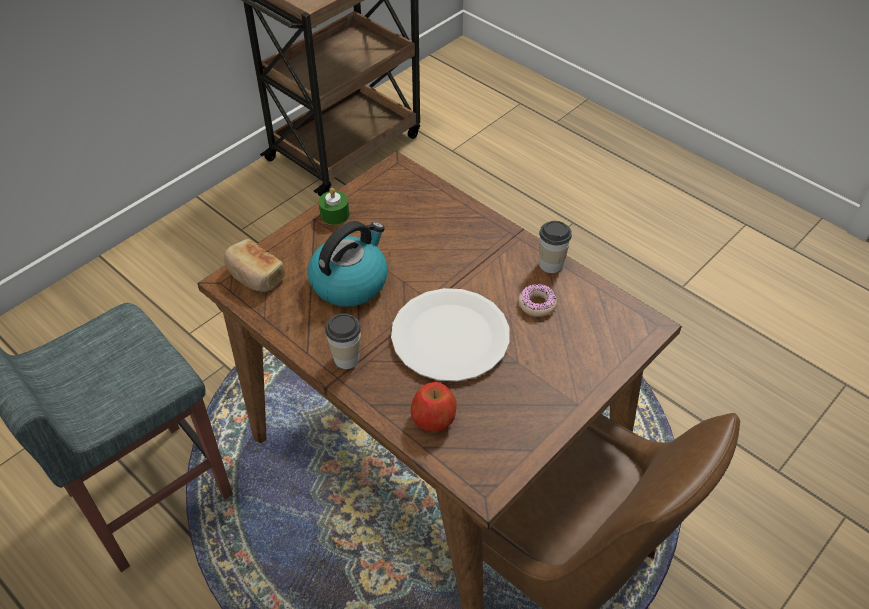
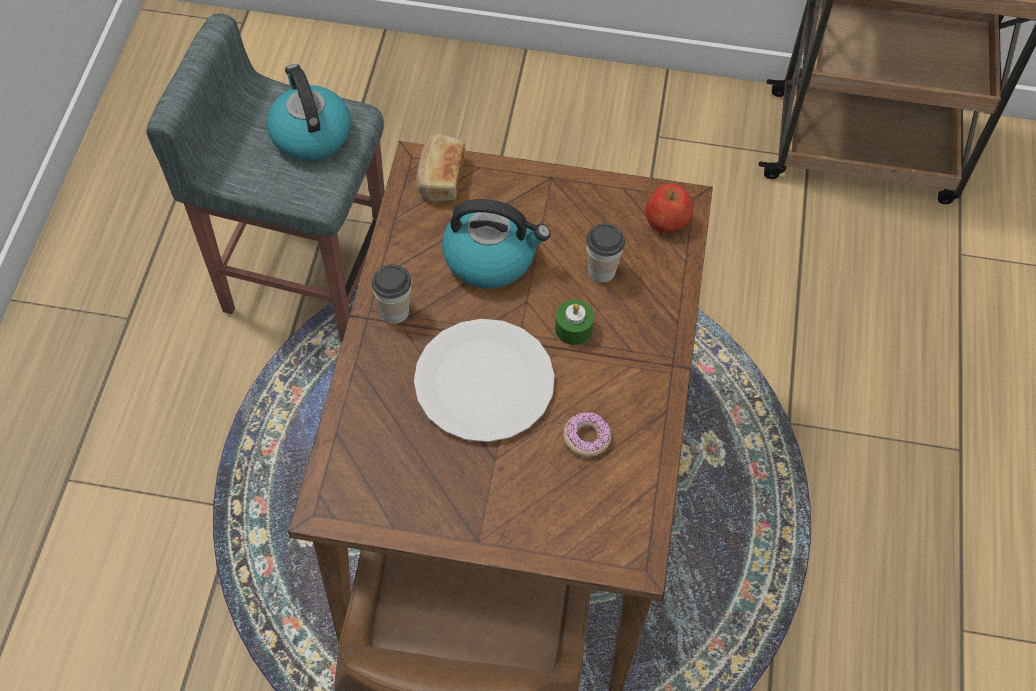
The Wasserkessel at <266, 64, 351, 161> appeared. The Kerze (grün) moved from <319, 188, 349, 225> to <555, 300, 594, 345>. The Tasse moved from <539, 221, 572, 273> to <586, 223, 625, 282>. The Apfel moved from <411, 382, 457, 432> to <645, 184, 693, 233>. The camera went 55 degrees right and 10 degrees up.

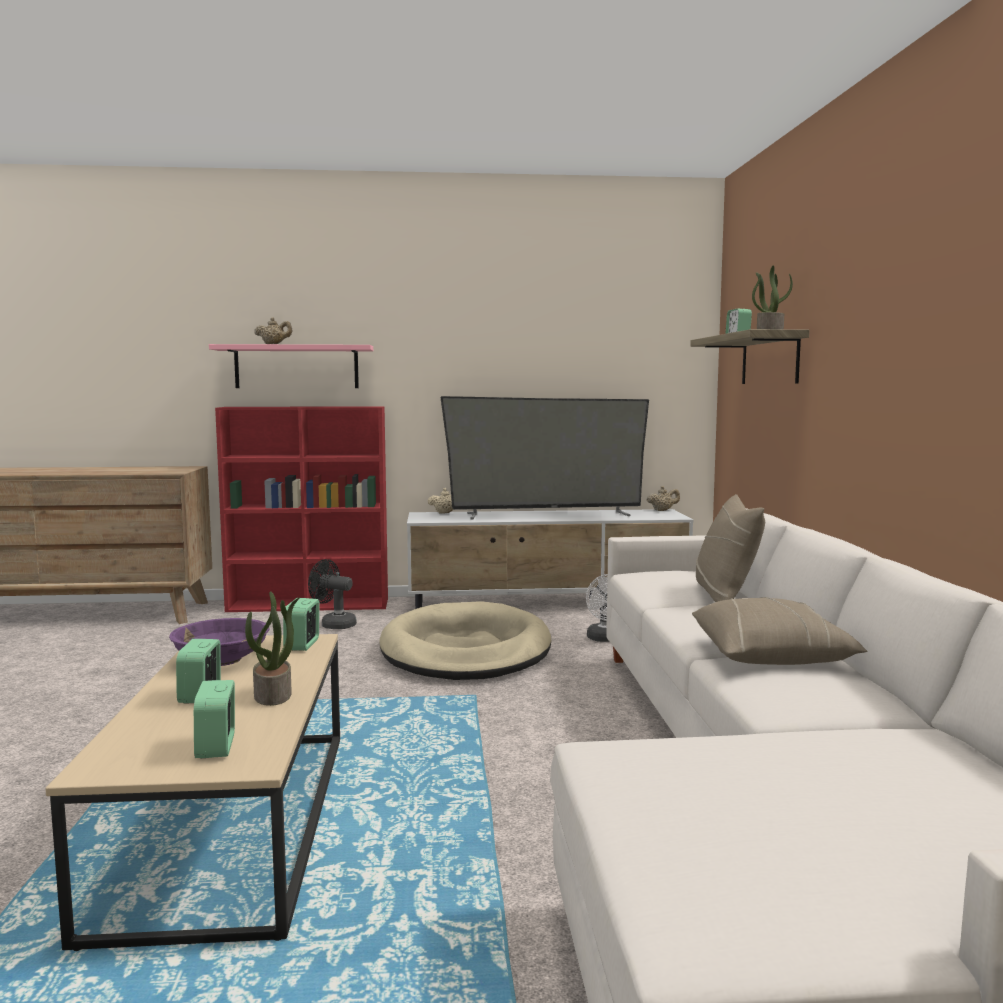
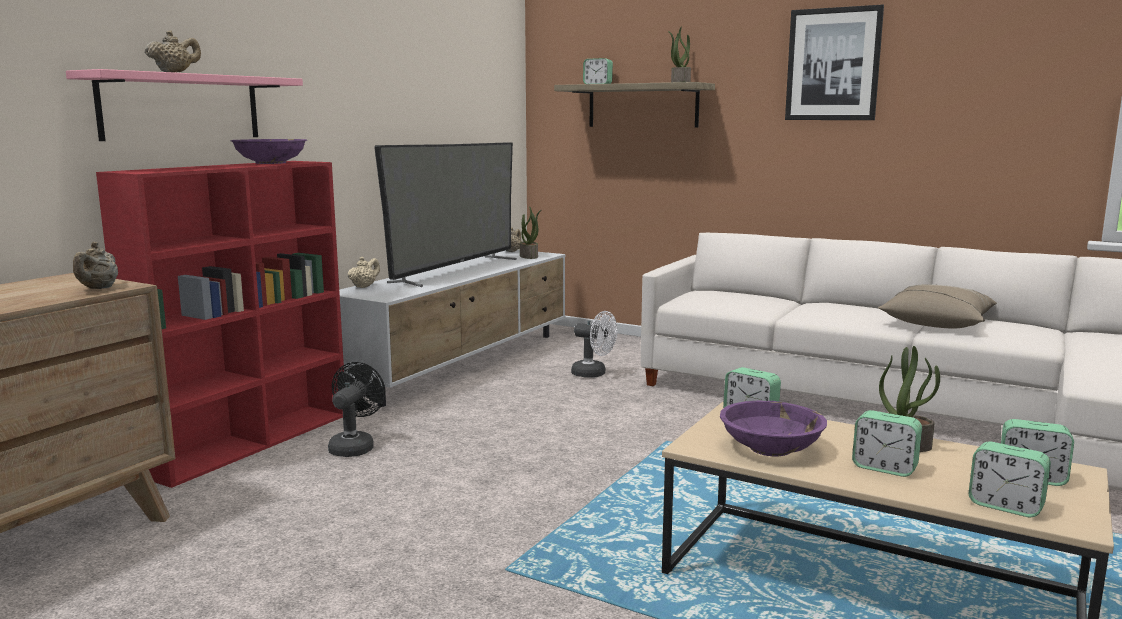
The Teekanne (beige) at <73, 242, 118, 289> appeared. The Schüssel (lila) at <230, 139, 307, 164> appeared. The Ventilator (schwarz) at <308, 559, 357, 629> turned 135 degrees clockwise. The Topfpflanze at <520, 206, 541, 259> appeared. The Bild at <785, 5, 884, 120> appeared. The Wecker at <969, 441, 1051, 517> appeared. The Hundebett (beige) at <379, 601, 551, 680> disappeared. The Kissen (beige) at <696, 494, 765, 602> disappeared. The camera went 55 degrees left and 5 degrees up.

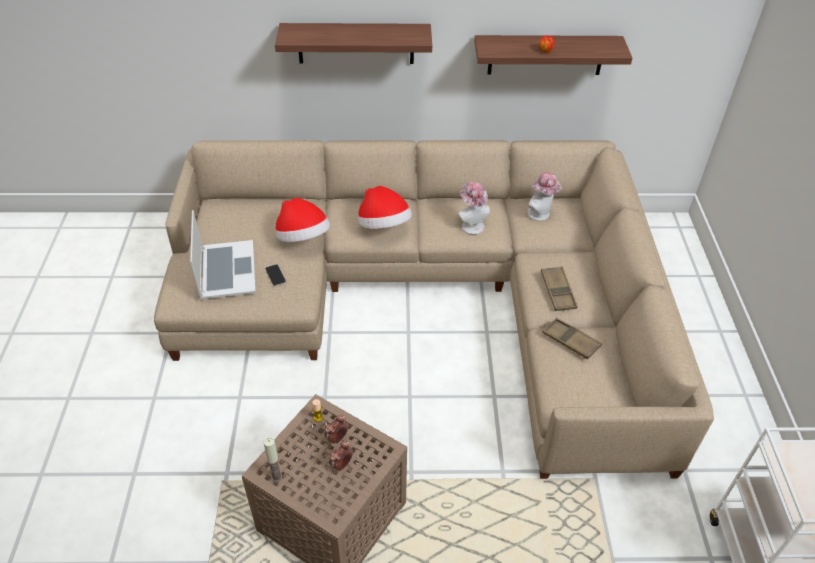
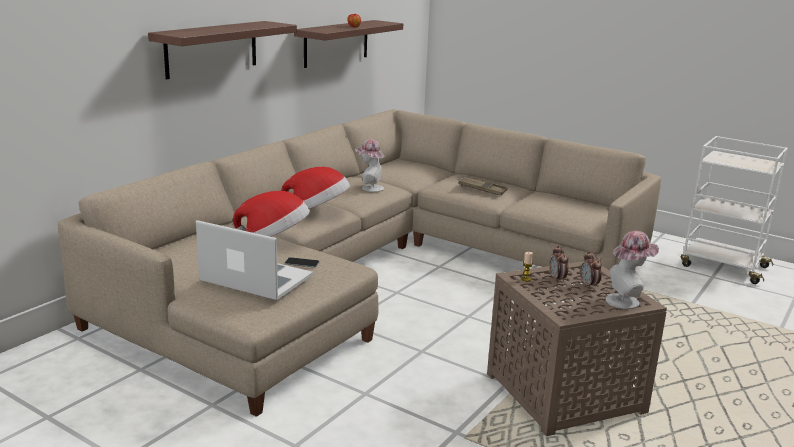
The Hut moved from <527, 172, 562, 221> to <606, 231, 659, 309>. The Kerze at <264, 437, 282, 482> disappeared. The Tablett (braun) at <542, 318, 602, 359> disappeared. The camera went 55 degrees left and 25 degrees down.

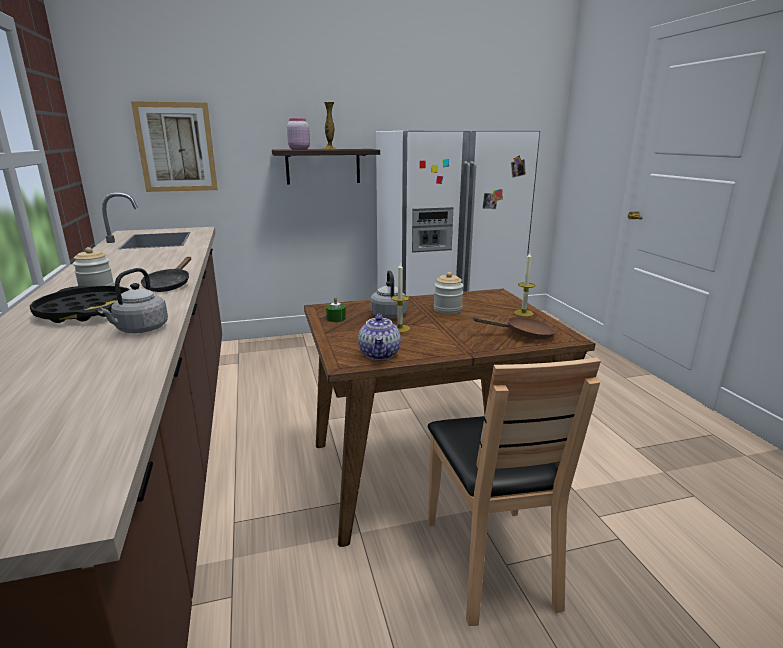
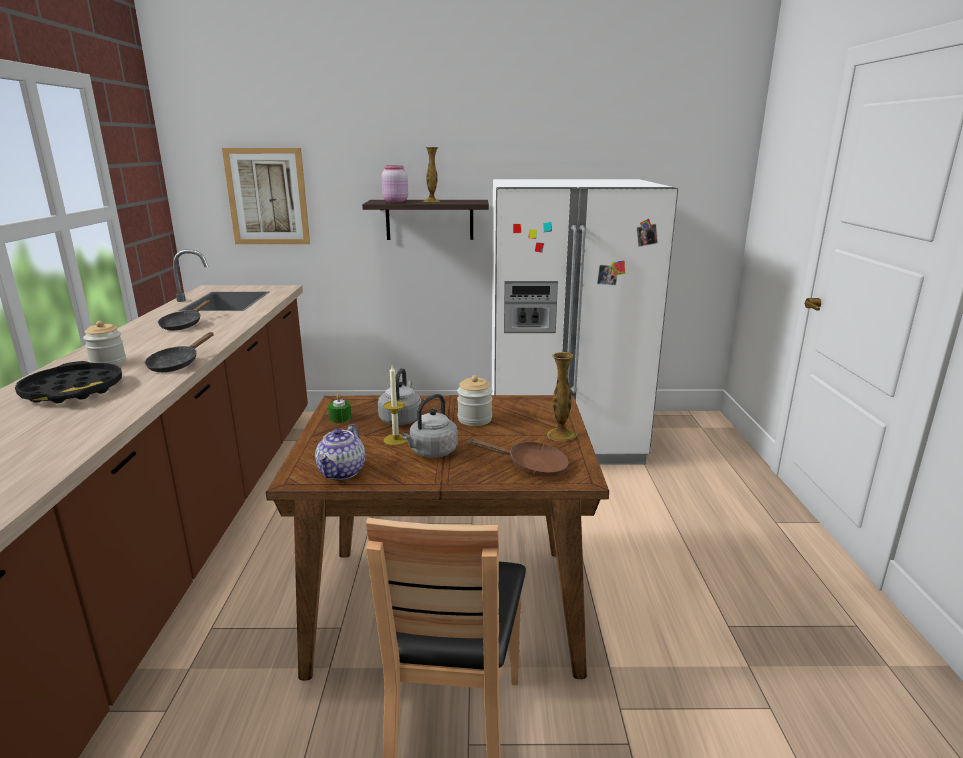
The Pfanne (schwarz) at <158, 300, 210, 330> appeared. The Wasserkessel (grau) moved from <98, 268, 168, 333> to <402, 394, 458, 458>. The Kerze at <514, 252, 535, 317> was replaced by the Vase at <547, 352, 577, 442>. The camera went 15 degrees right and 0 degrees up.

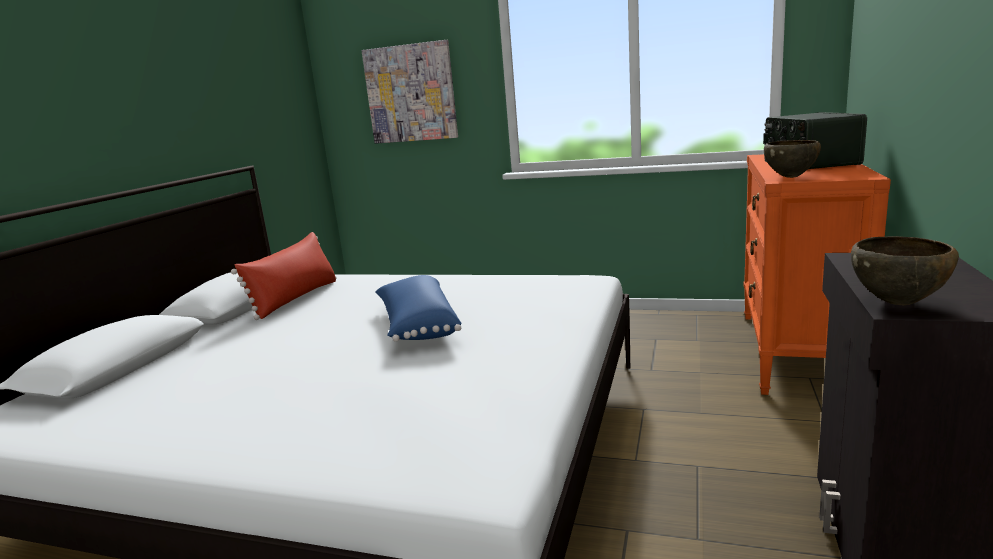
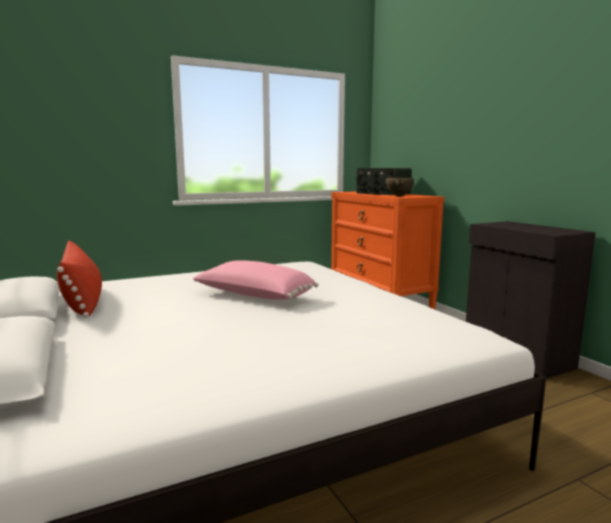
The Kissen (blau) at <375, 275, 461, 342> became the Kissen (rosa) at <193, 260, 319, 300>. The Bild at <362, 40, 458, 144> disappeared. The Schüssel (braun) at <851, 236, 959, 305> disappeared. The camera went 45 degrees left and 5 degrees down.

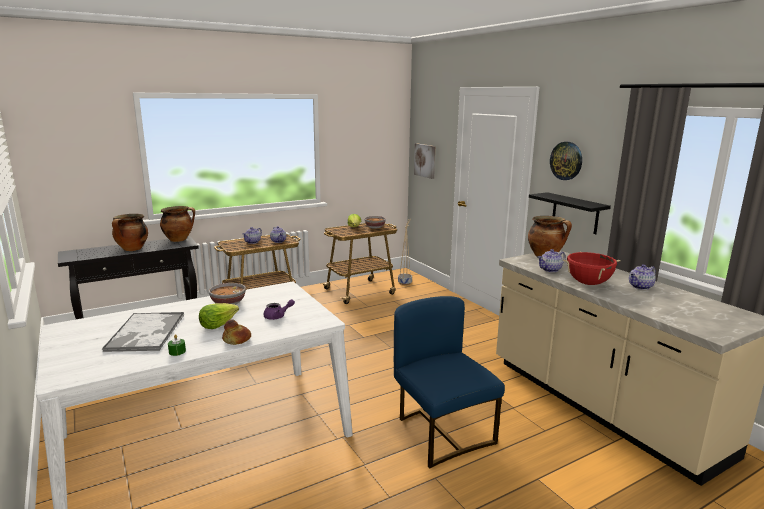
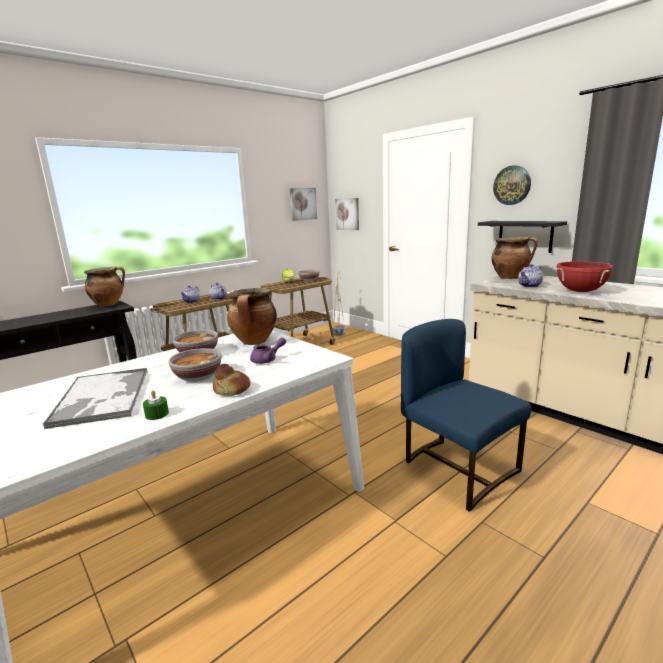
The Salatkopf at <199, 303, 239, 329> was replaced by the Schüssel at <168, 348, 221, 382>. The Kochtopf moved from <112, 214, 148, 251> to <227, 288, 277, 345>. The Bild at <290, 188, 317, 221> appeared. The Teekanne at <629, 264, 656, 290> disappeared. The camera went 10 degrees left and 0 degrees up.

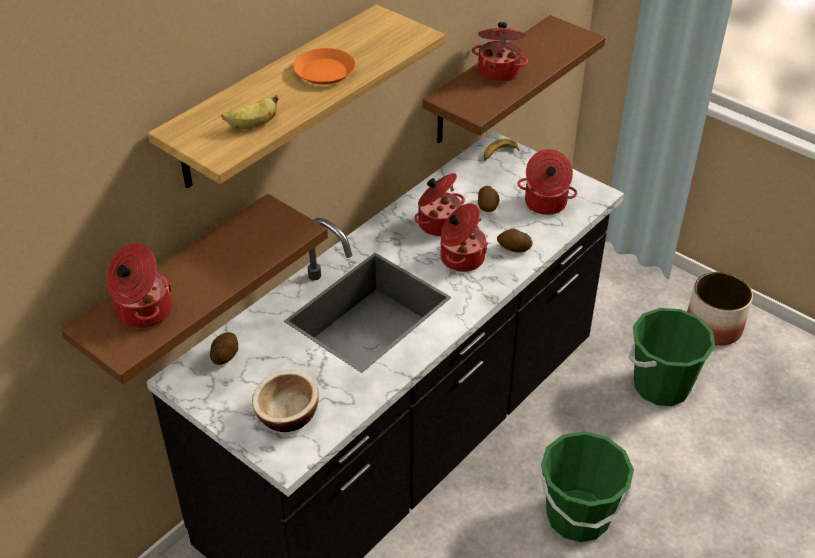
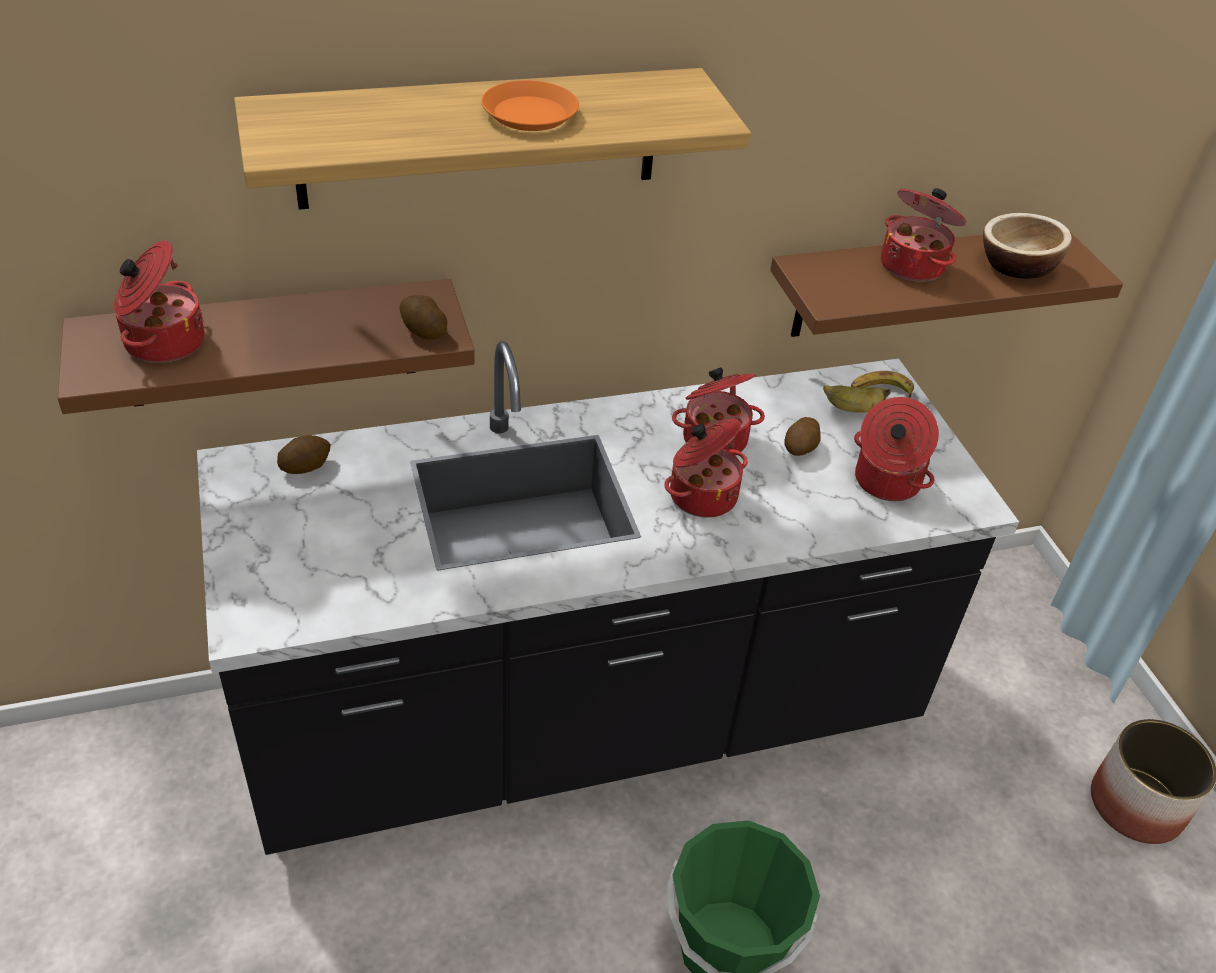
The Kartoffel moved from <497, 229, 532, 252> to <400, 295, 447, 340>. The Banane moved from <221, 95, 279, 129> to <823, 385, 891, 413>. The Schüssel moved from <252, 370, 319, 432> to <983, 213, 1072, 279>. The Eimer (grün) at <628, 308, 715, 406> disappeared. The camera went 30 degrees right and 0 degrees up.

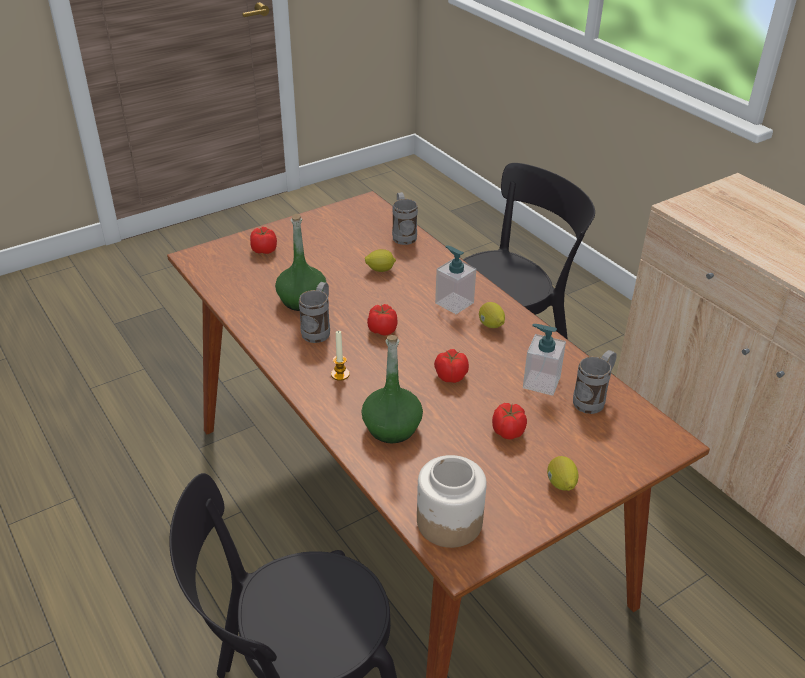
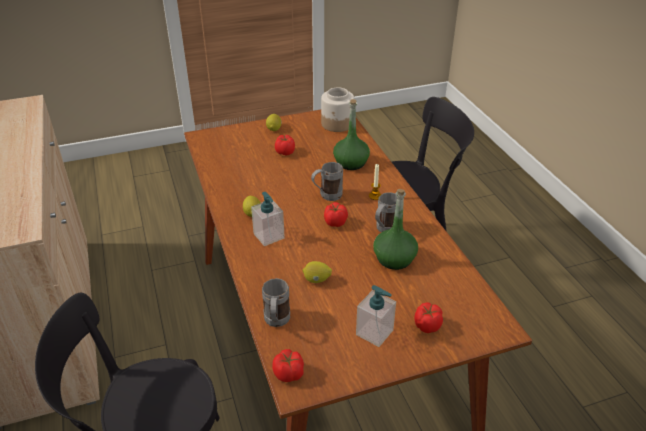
The Tomate moved from <434, 349, 469, 383> to <272, 349, 304, 382>. The Henkelbecher (grau) moved from <573, 350, 617, 414> to <311, 162, 343, 201>. The Seifenspender moved from <523, 324, 566, 396> to <356, 285, 396, 347>. The camera went 165 degrees left and 0 degrees up.

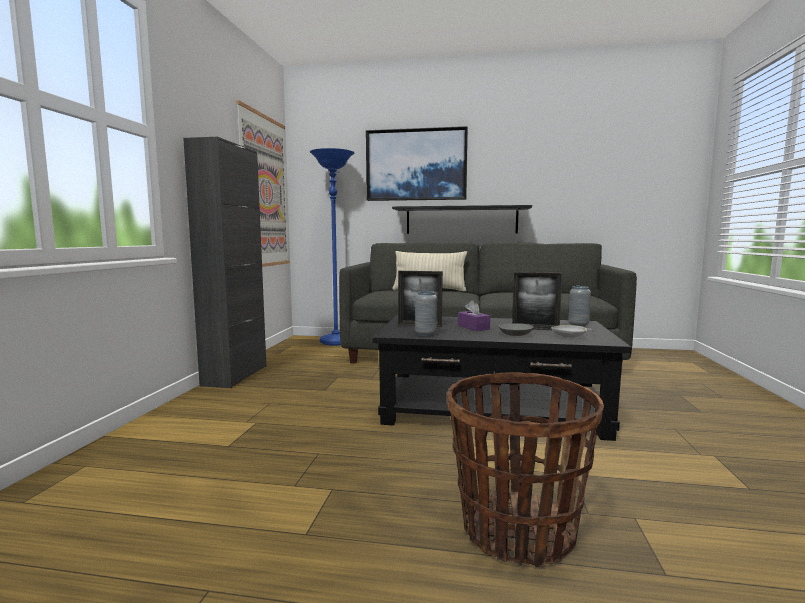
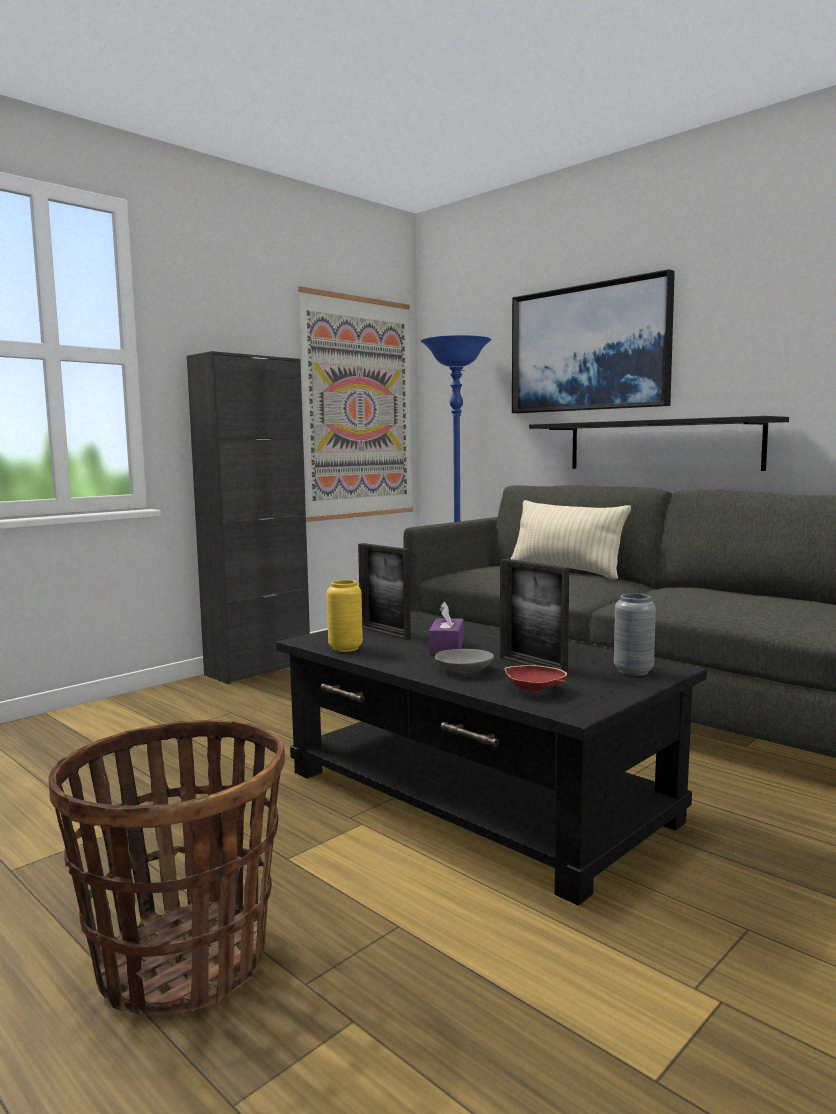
The Vase (grau) at <415, 291, 437, 336> became the Vase (gelb) at <327, 580, 363, 652>. The Schüssel (weiß) at <551, 325, 592, 338> became the Schüssel (rot) at <504, 665, 567, 693>. The camera went 35 degrees right and 0 degrees up.

